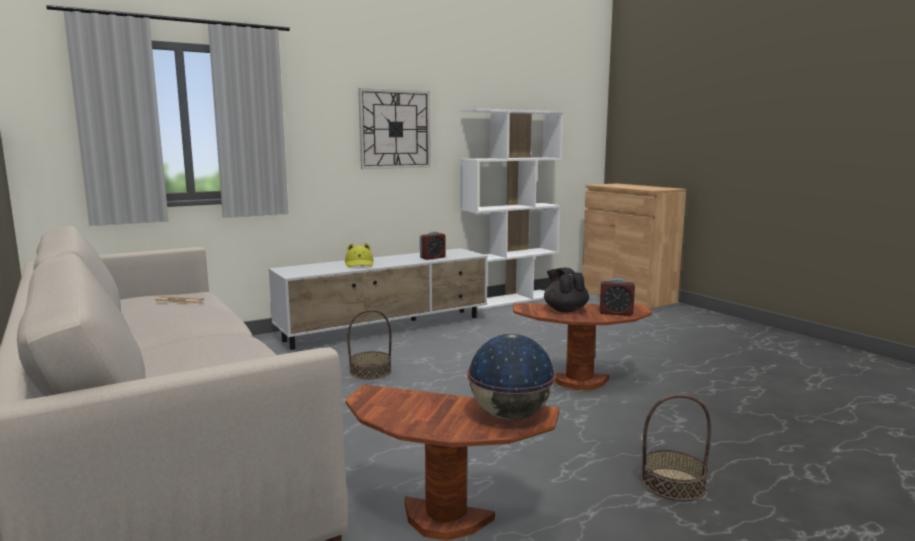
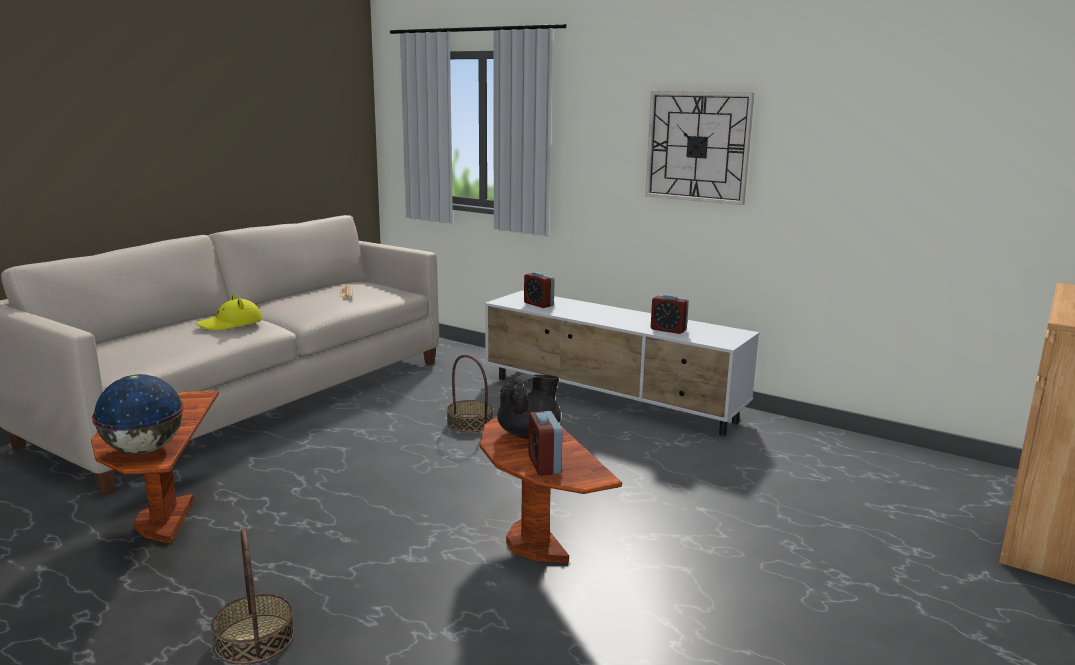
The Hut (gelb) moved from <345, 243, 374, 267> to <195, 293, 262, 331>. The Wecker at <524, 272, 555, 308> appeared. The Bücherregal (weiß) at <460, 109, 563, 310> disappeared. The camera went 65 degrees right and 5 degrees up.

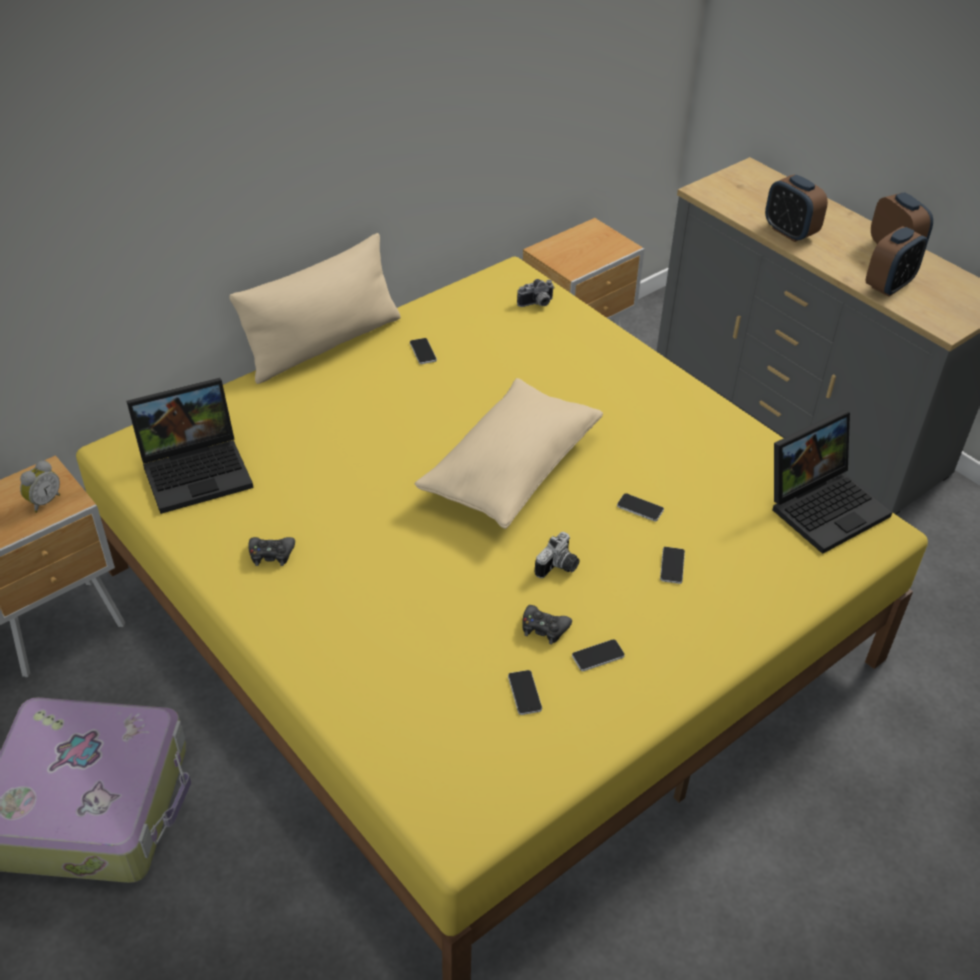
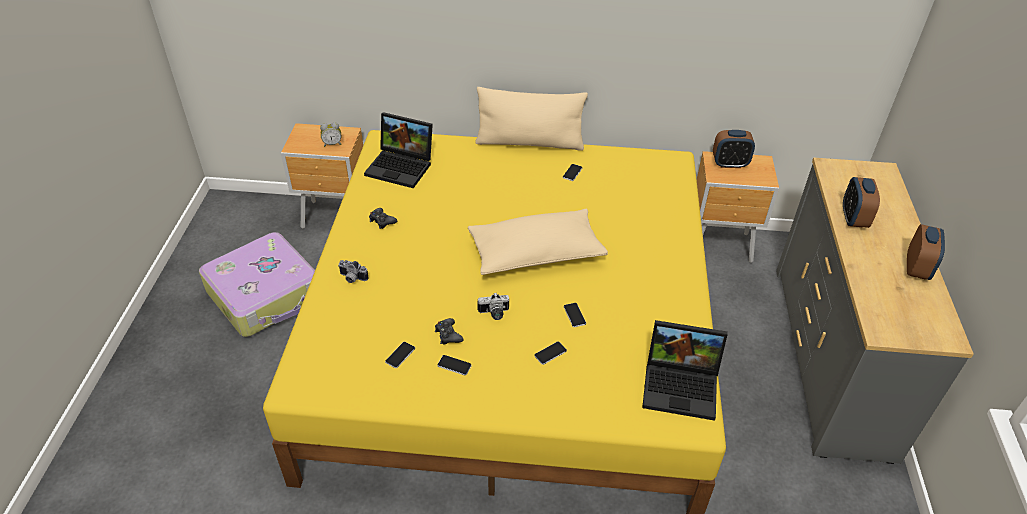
The Kamera moved from <517, 279, 555, 307> to <338, 260, 368, 283>. The Wecker moved from <866, 226, 928, 297> to <713, 130, 755, 168>. The camera went 45 degrees right and 0 degrees up.

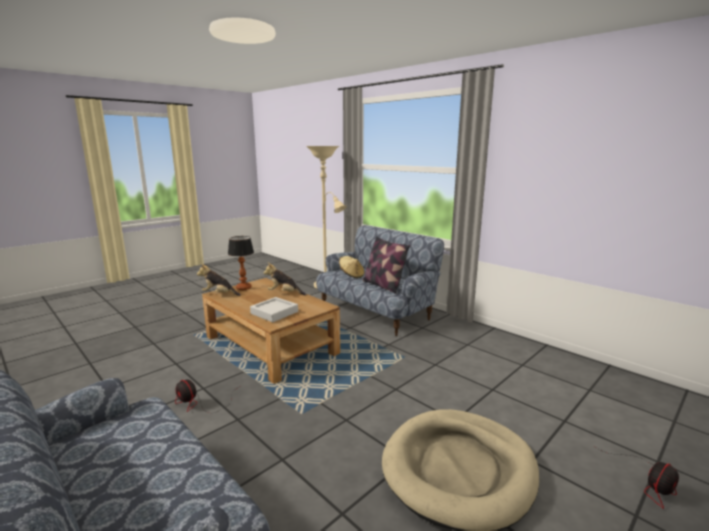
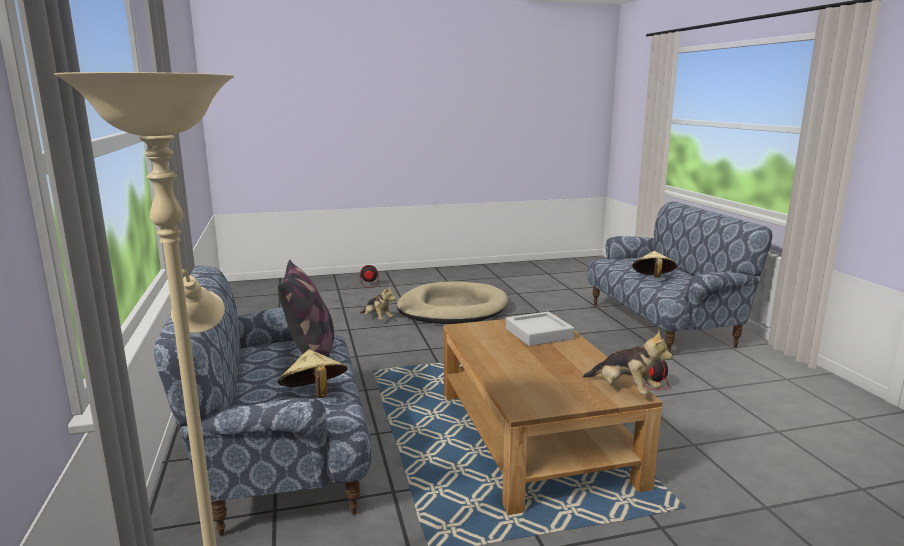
The Plüschtier moved from <263, 263, 306, 295> to <360, 285, 396, 320>. The Hut (beige) at <632, 251, 677, 278> appeared. The Tischlampe at <228, 236, 254, 290> disappeared. The camera went 150 degrees left and 0 degrees up.

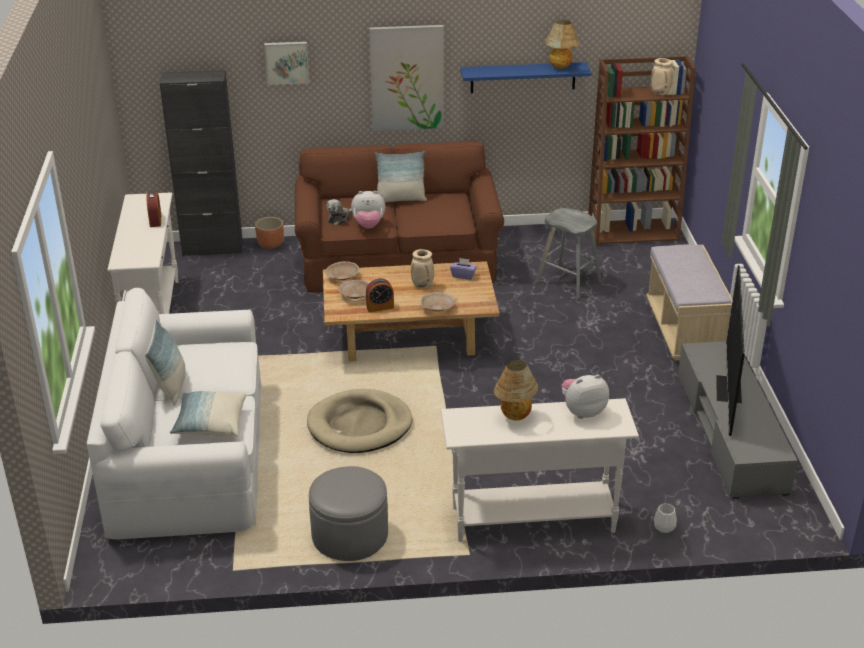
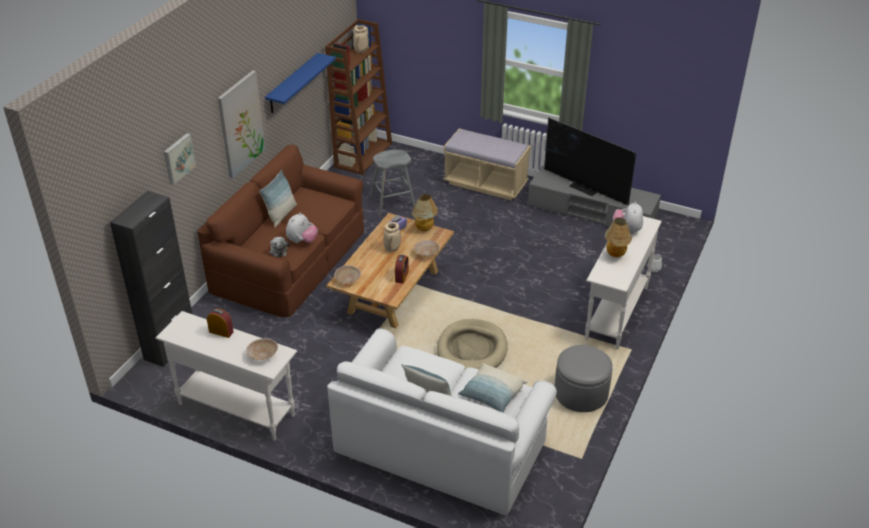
The Schüssel (beige) moved from <339, 280, 369, 299> to <246, 338, 278, 360>. The Tischlampe moved from <545, 20, 580, 69> to <412, 194, 438, 231>. The Pflanzkübel (braun) at <255, 217, 284, 249> disappeared. The camera went 60 degrees left and 5 degrees up.

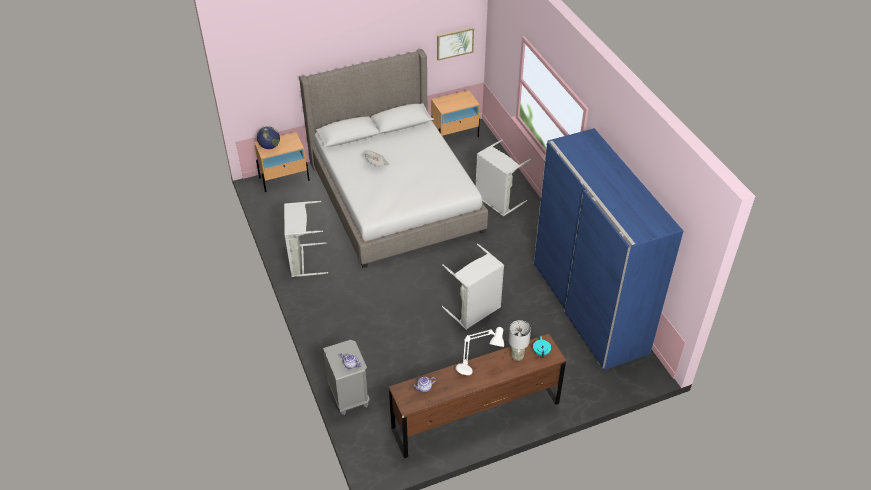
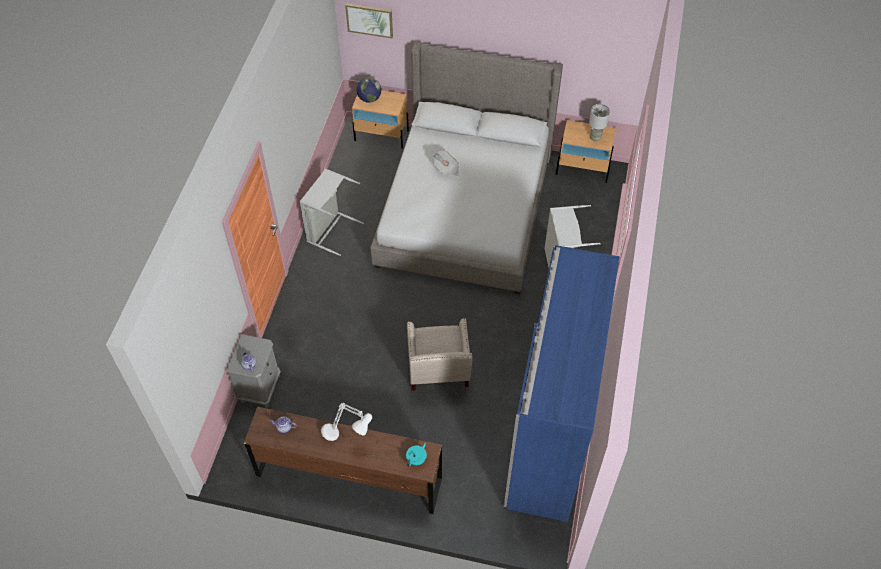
The Bild moved from <437, 27, 474, 61> to <345, 3, 393, 38>. The Wäschekorb (grau) at <442, 244, 504, 330> was replaced by the Sessel (beige) at <407, 318, 472, 391>. The Tischlampe (grau) moved from <509, 320, 531, 361> to <589, 104, 610, 142>. The camera went 35 degrees right and 10 degrees up.

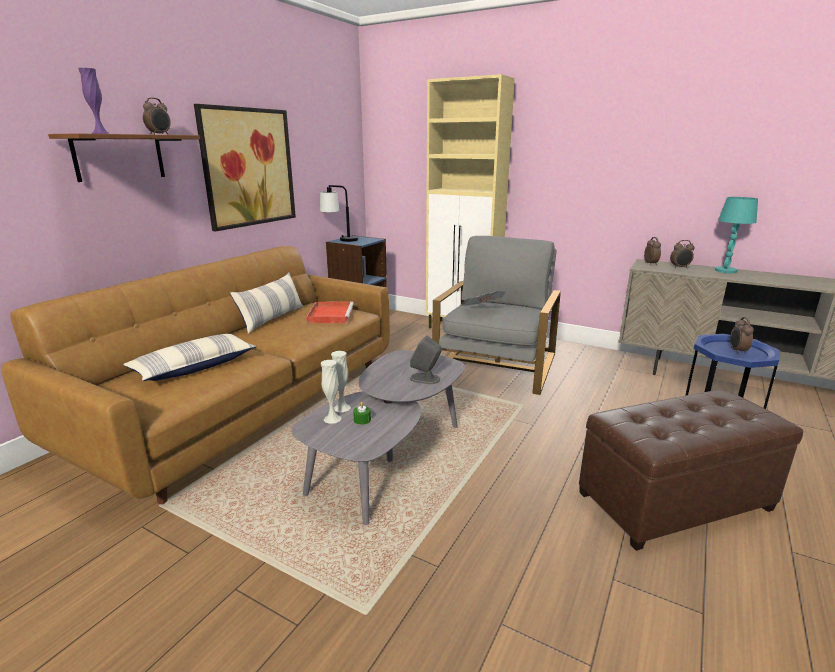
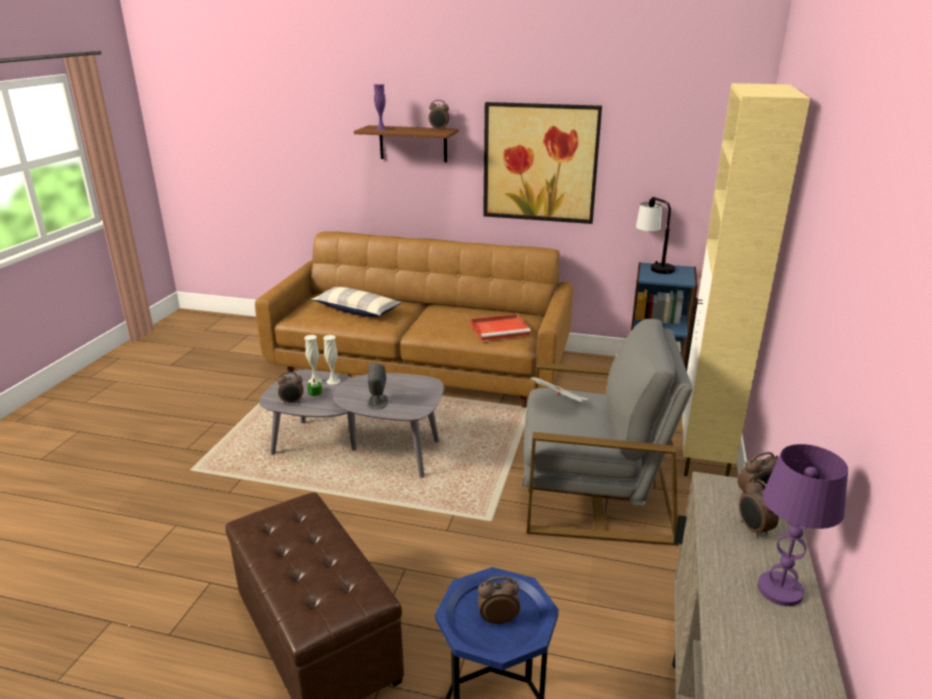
The Wecker at <278, 372, 303, 404> appeared. The Tischlampe (türkis) at <715, 197, 758, 273> became the Tischlampe (lila) at <758, 444, 848, 606>. The Kissen at <230, 272, 303, 334> disappeared. The camera went 75 degrees right and 5 degrees up.

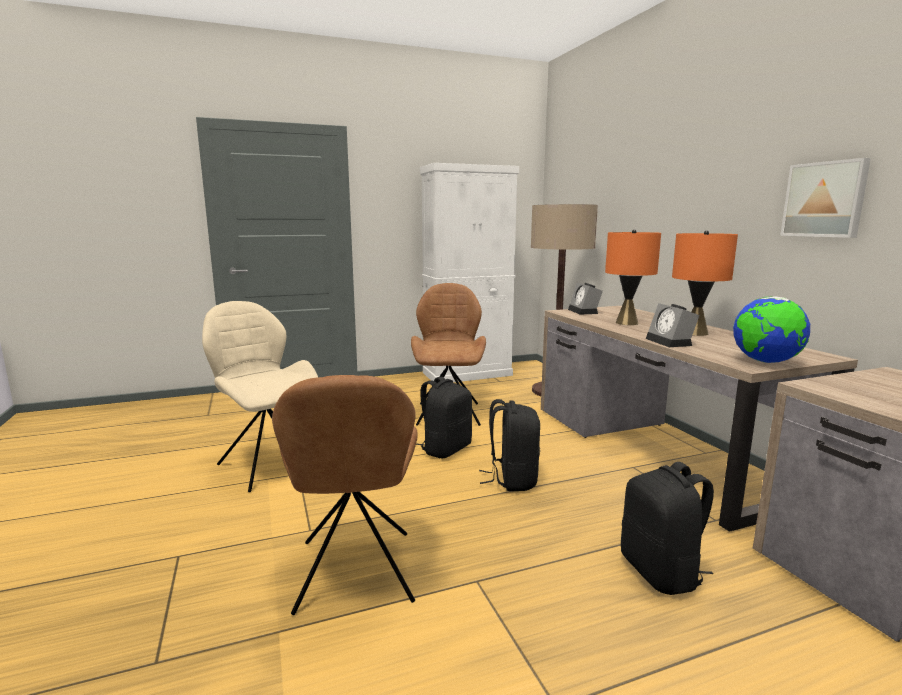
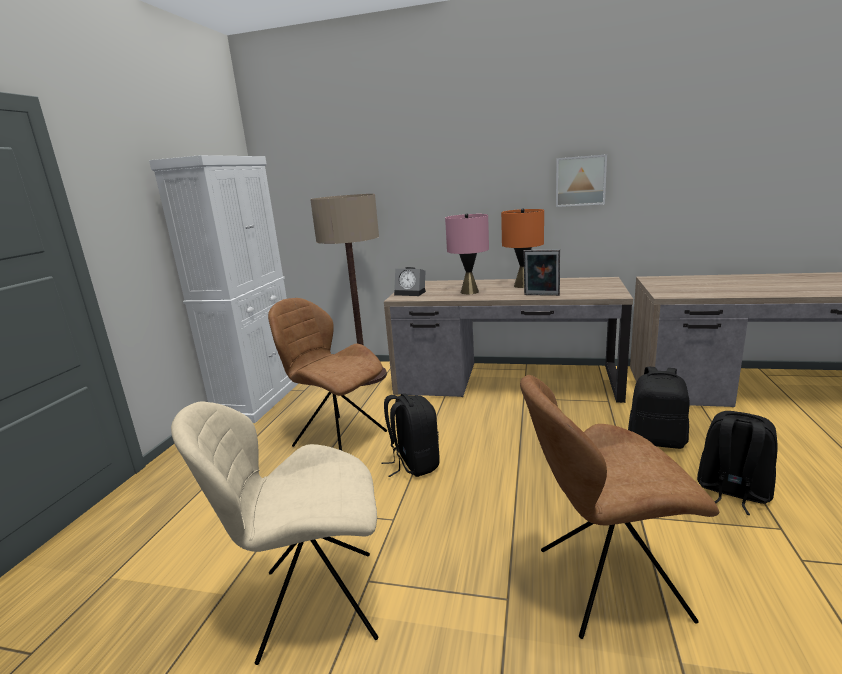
The Tischlampe (orange) at <605, 229, 661, 325> became the Tischlampe (rosa) at <445, 213, 489, 294>. The Stuhl (braun) at <272, 375, 418, 615> turned 150 degrees clockwise. The Wecker at <646, 303, 700, 347> was replaced by the Bilderrahmen at <523, 249, 560, 296>. The Rucksack (schwarz) moved from <479, 399, 540, 491> to <697, 411, 778, 515>. The Globus at <733, 296, 810, 363> disappeared. The camera went 55 degrees left and 5 degrees up.

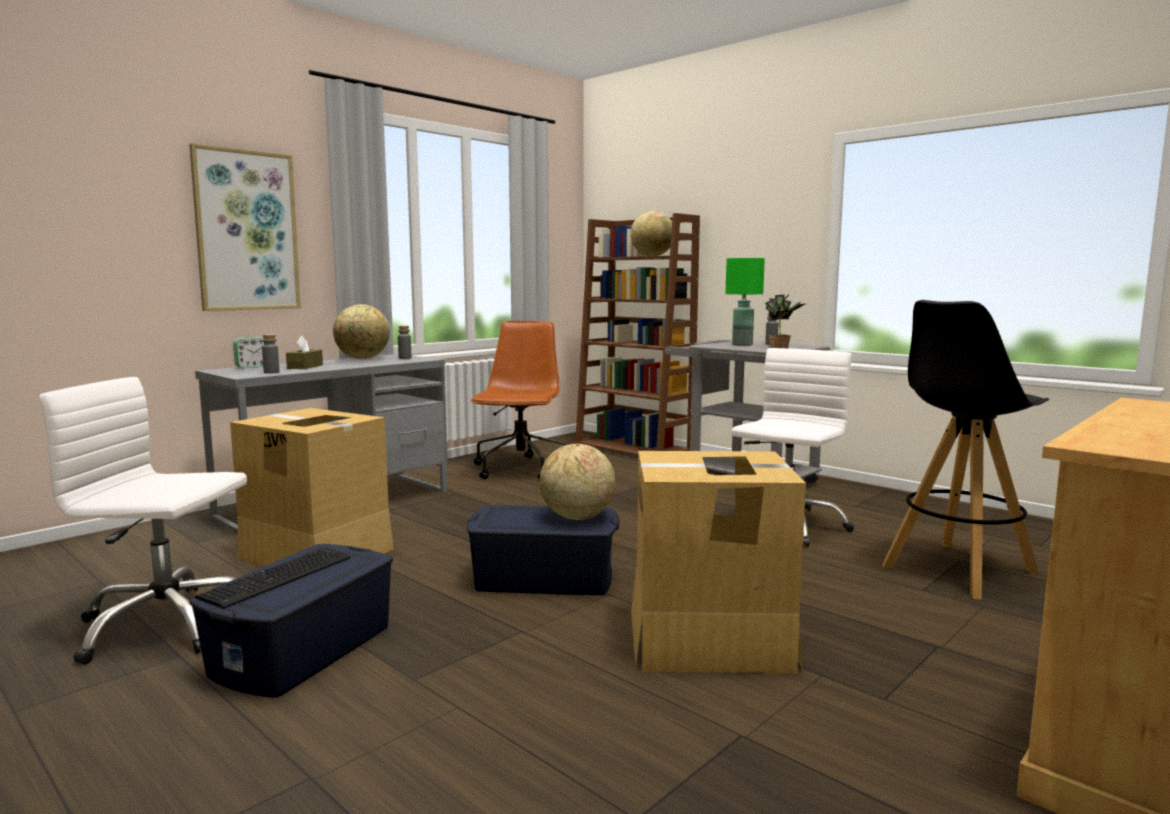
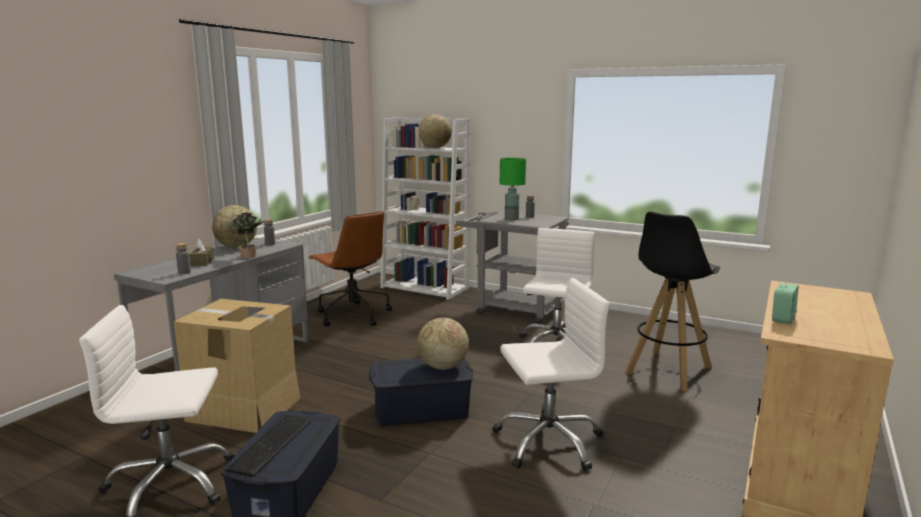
The Topfpflanze moved from <765, 294, 805, 348> to <231, 213, 264, 259>. The Bürostuhl (braun) at <470, 321, 569, 479> turned 150 degrees clockwise. The Bücherregal (braun) at <575, 213, 700, 456> became the Bücherregal (weiß) at <380, 118, 470, 300>. The Karton at <631, 451, 806, 673> was replaced by the Bürostuhl (weiß) at <492, 278, 610, 471>. The Wecker moved from <233, 337, 264, 369> to <772, 283, 799, 324>. The Bild at <189, 143, 301, 311> disappeared. The camera went 15 degrees left and 5 degrees up.

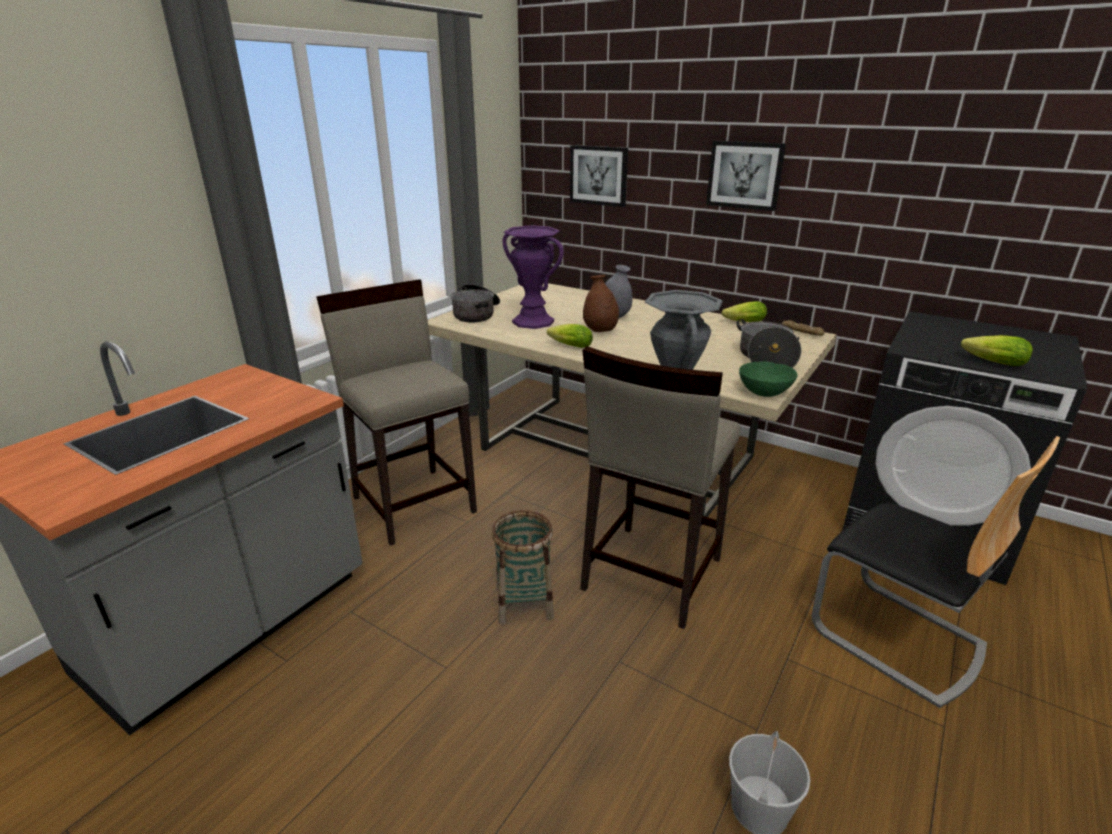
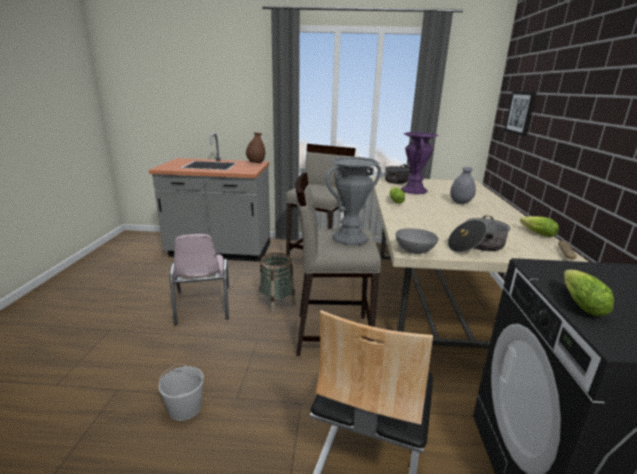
The Stuhl (rosa) at <170, 234, 229, 326> appeared. The Vase (braun) moved from <583, 275, 619, 332> to <246, 132, 265, 163>. The Schüssel (grün) at <739, 362, 798, 397> became the Schüssel (grau) at <396, 228, 439, 254>. The Bild at <706, 141, 786, 211> disappeared. The camera went 60 degrees right and 5 degrees down.

